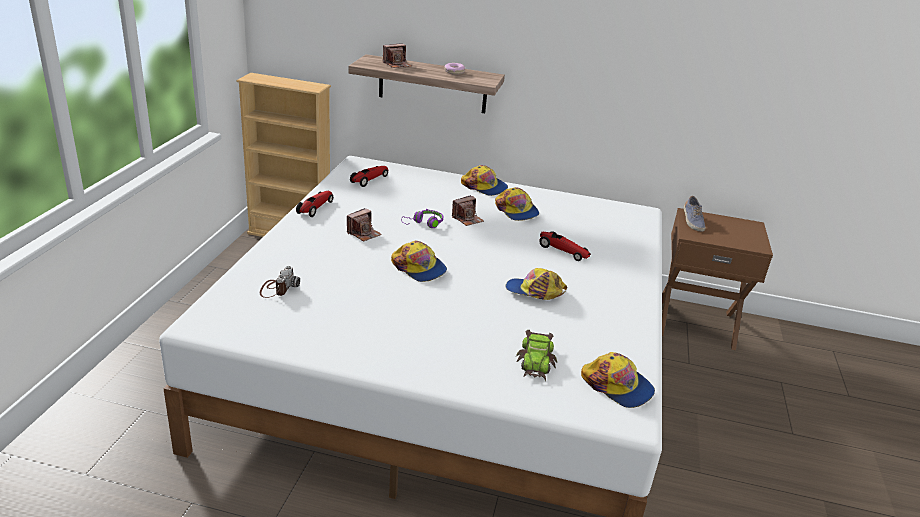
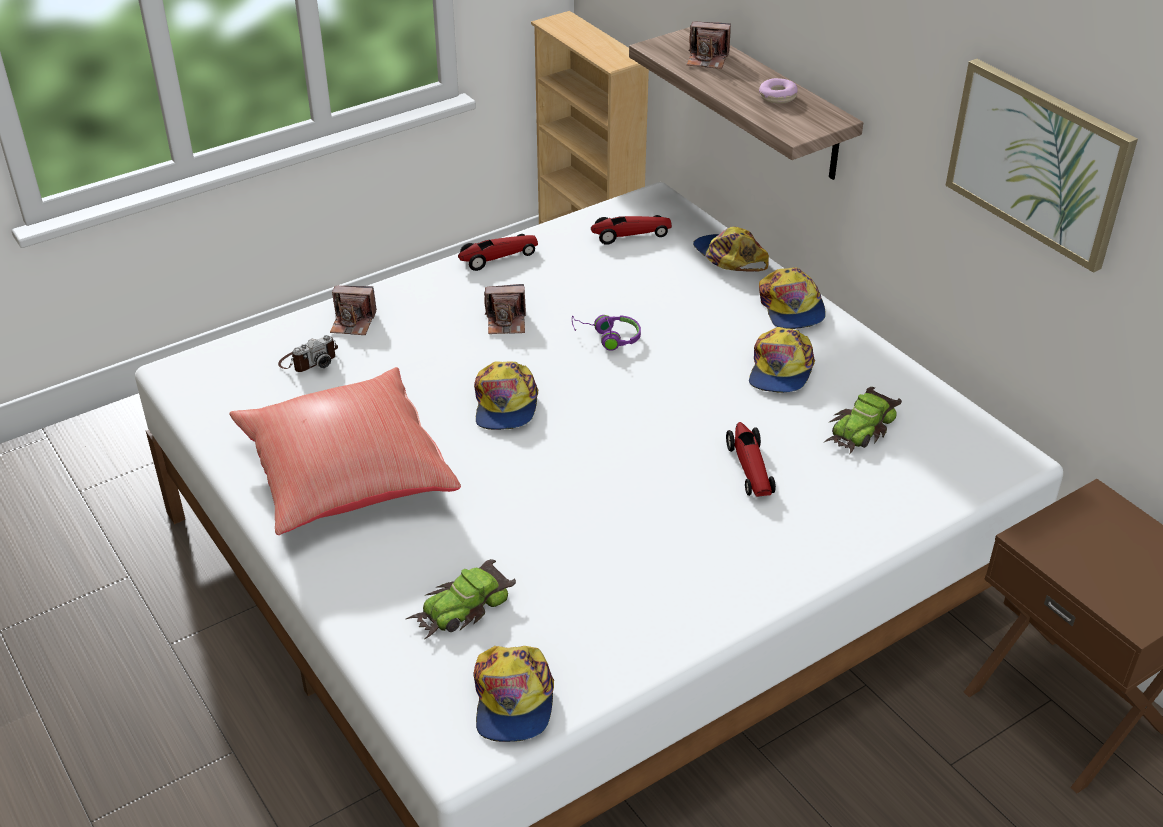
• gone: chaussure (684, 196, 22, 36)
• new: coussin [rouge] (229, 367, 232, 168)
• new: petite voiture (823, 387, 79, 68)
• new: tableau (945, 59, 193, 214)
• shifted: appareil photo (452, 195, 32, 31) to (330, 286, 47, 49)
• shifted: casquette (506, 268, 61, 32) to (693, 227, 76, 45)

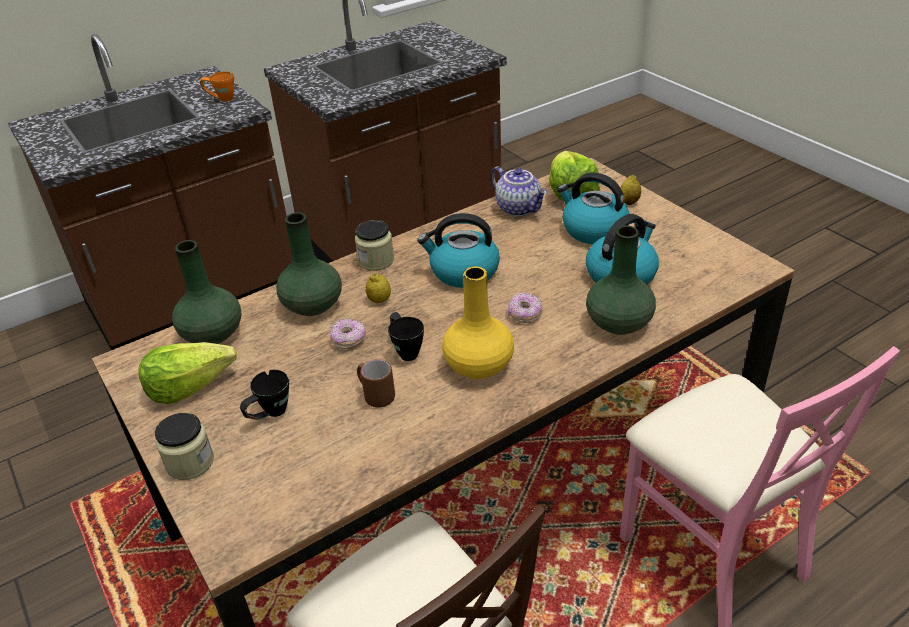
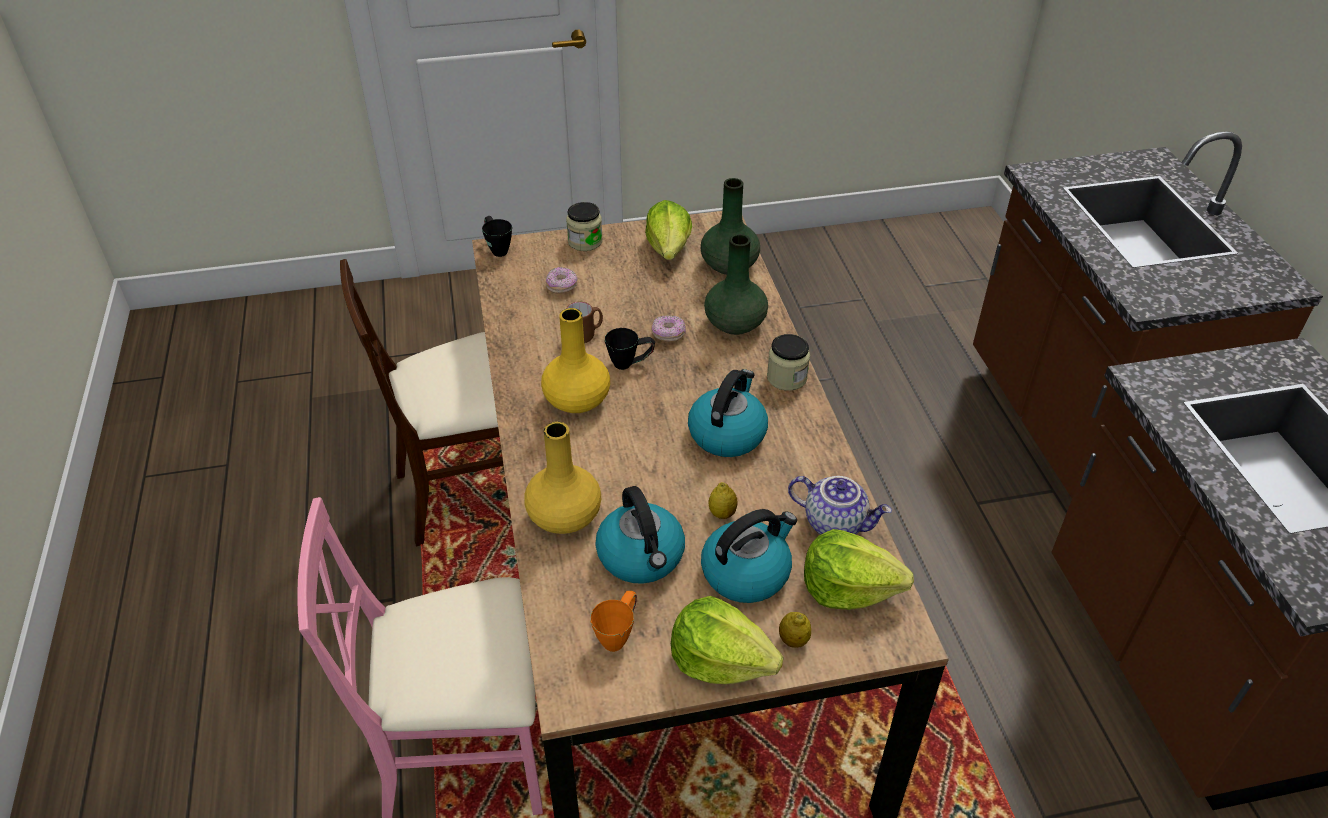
• new: laitue (671, 596, 112, 88)
• shifted: mug [orange] (199, 71, 35, 31) to (590, 591, 47, 61)
• shifted: mug [noir] (240, 370, 49, 50) to (482, 216, 30, 41)
• shifted: citron (366, 273, 25, 30) to (708, 482, 30, 37)
• shifted: beignet (508, 293, 35, 30) to (546, 267, 32, 27)
• repainted: vase [vert] (586, 226, 70, 109) to vase [jaune] (524, 422, 77, 112)
• rotated: théière (491, 166, 57, 50) = (788, 476, 104, 59) 135 degrees counterclockwise

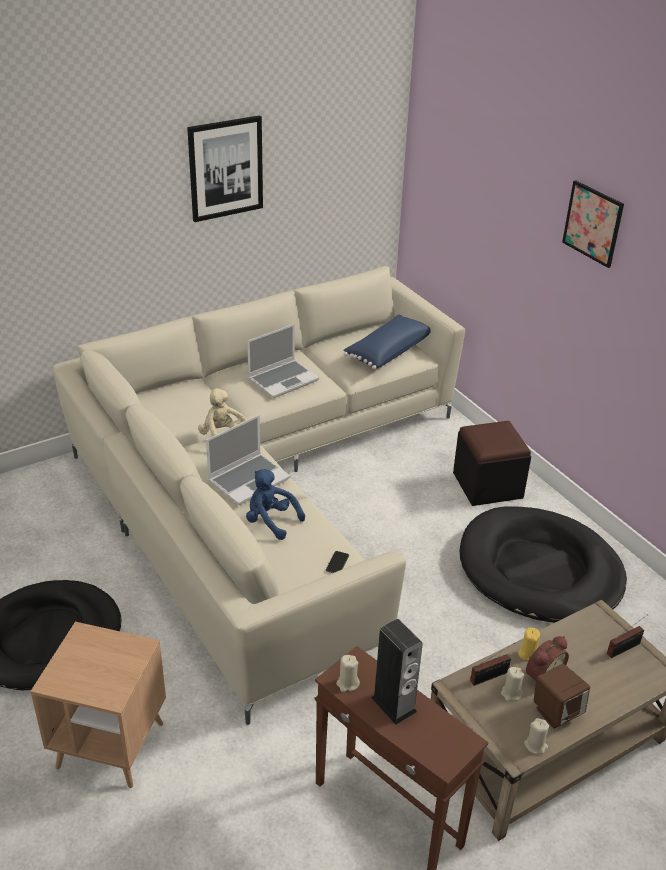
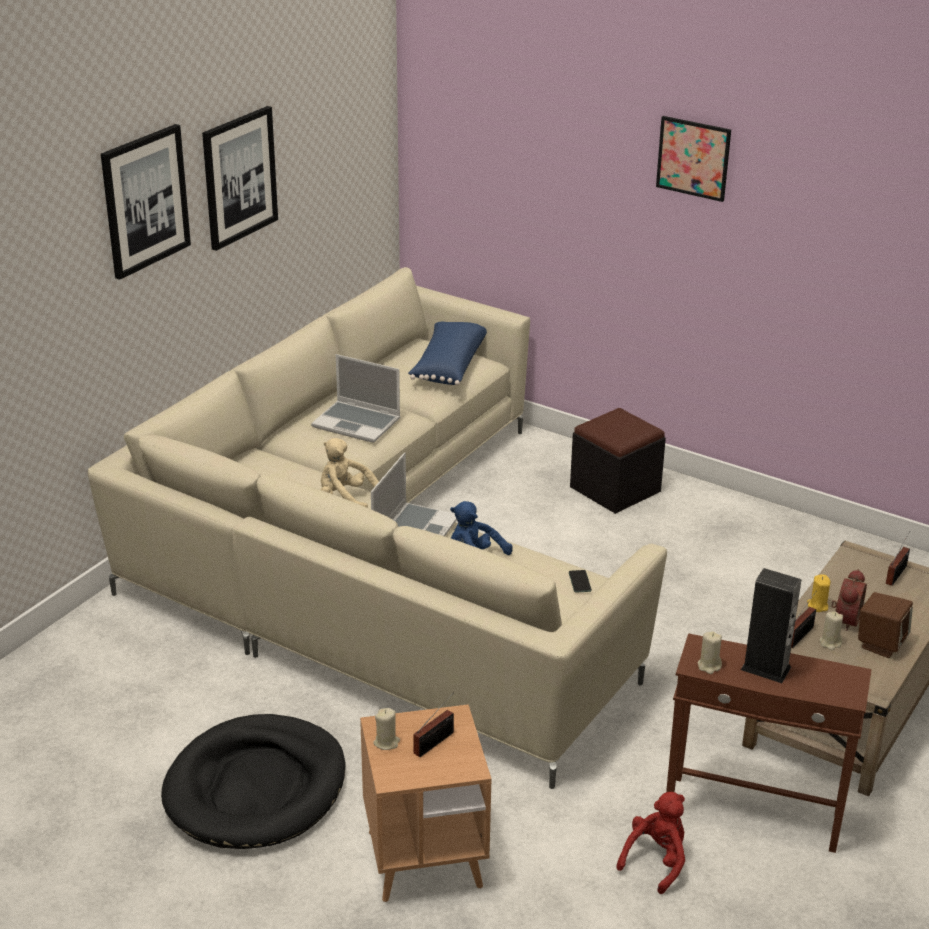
• gone: panier pour chien [noir] (460, 507, 167, 116)
• new: tableau (101, 124, 90, 156)
• new: radio (413, 692, 41, 65)
• new: peluche [rouge] (616, 792, 69, 102)
• shifted: bougie [beige] (524, 718, 25, 36) to (373, 708, 27, 42)
• rotated: ordinateur portable (247, 324, 72, 74) = (311, 354, 89, 89) 90 degrees clockwise

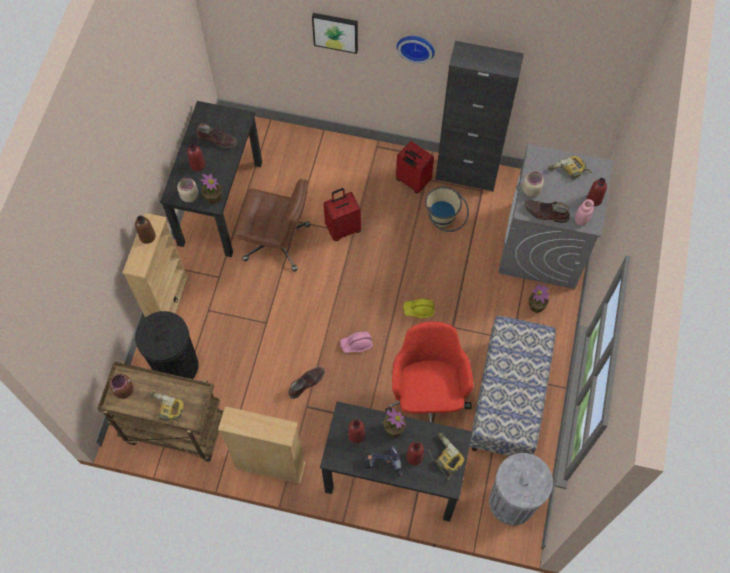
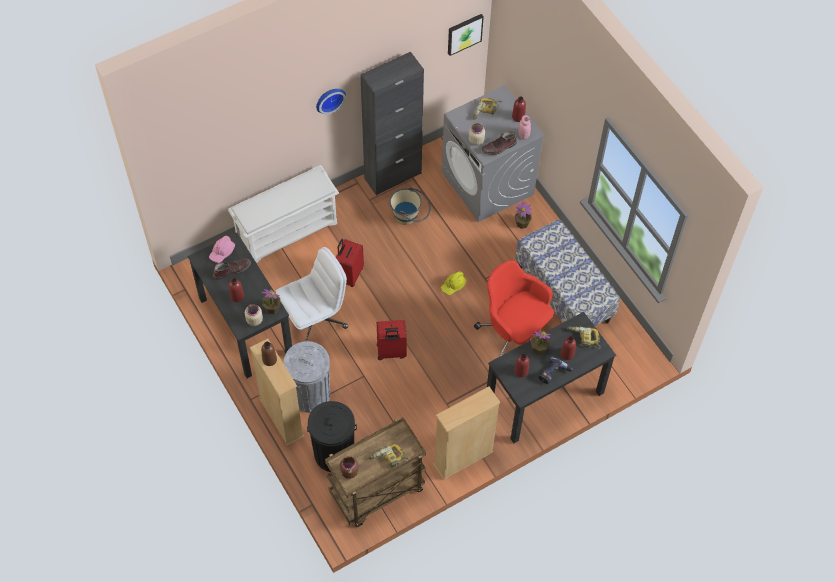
• gone: botte [marron] (288, 367, 37, 32)
• new: étagère à chaussures [blanc] (228, 165, 111, 98)
• shifted: tableau (312, 13, 46, 41) to (448, 14, 36, 42)
• shifted: casque de chantier [rose] (340, 332, 33, 21) to (209, 236, 26, 27)
• shifted: valise [rouge] (396, 141, 38, 52) to (377, 320, 30, 40)
• shifted: poubelle [gris] (489, 453, 64, 72) to (284, 341, 46, 72)
• repainted: chaise de bureau [marron] (235, 179, 75, 92) to chaise de bureau [blanc] (276, 247, 72, 94)

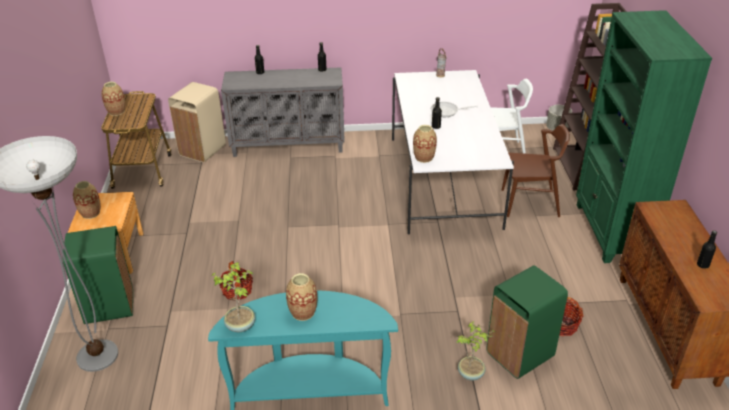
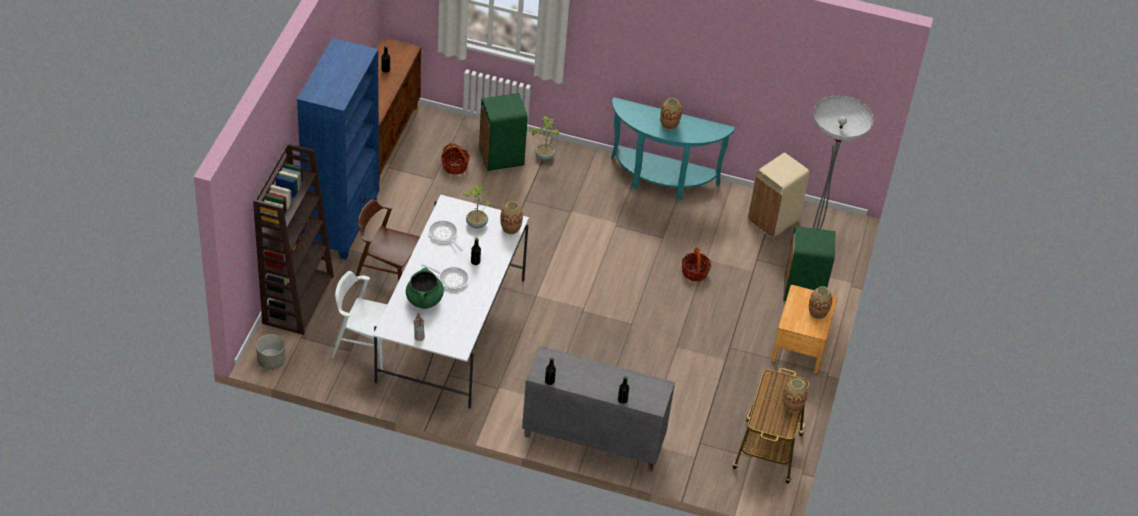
• new: marmite [vert] (406, 267, 38, 42)
• new: poêle (428, 220, 34, 31)
• shifted: poubelle [beige] (168, 82, 58, 80) to (748, 153, 62, 85)
• shifted: plante en pot (211, 262, 44, 70) to (463, 182, 28, 47)
• repainted: bibliothèque [vert] (576, 10, 136, 253) to bibliothèque [bleu] (297, 38, 82, 222)

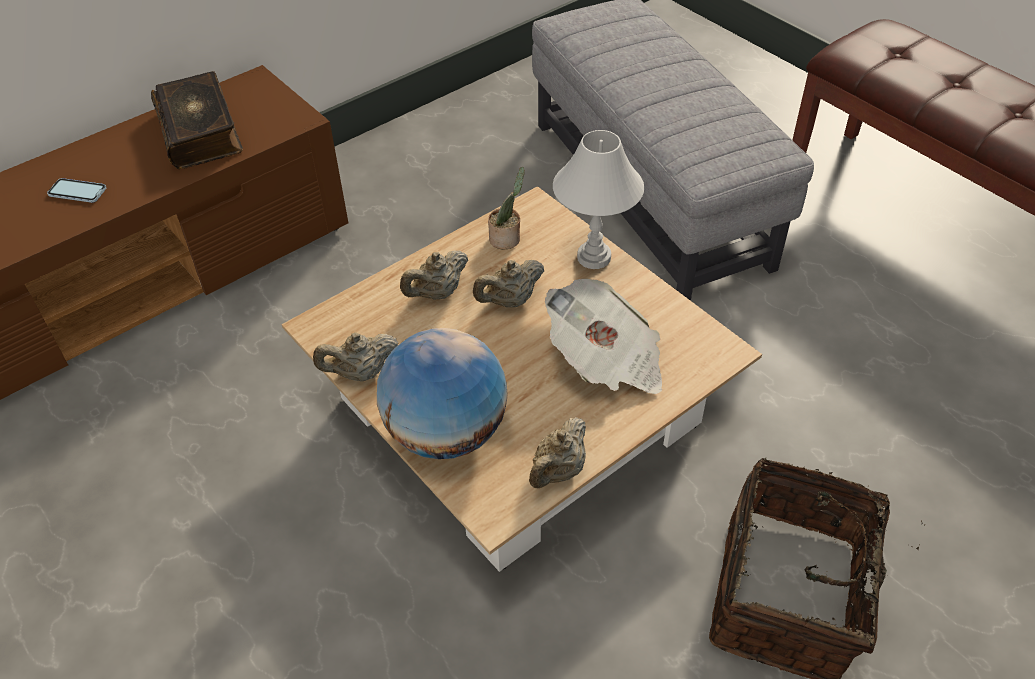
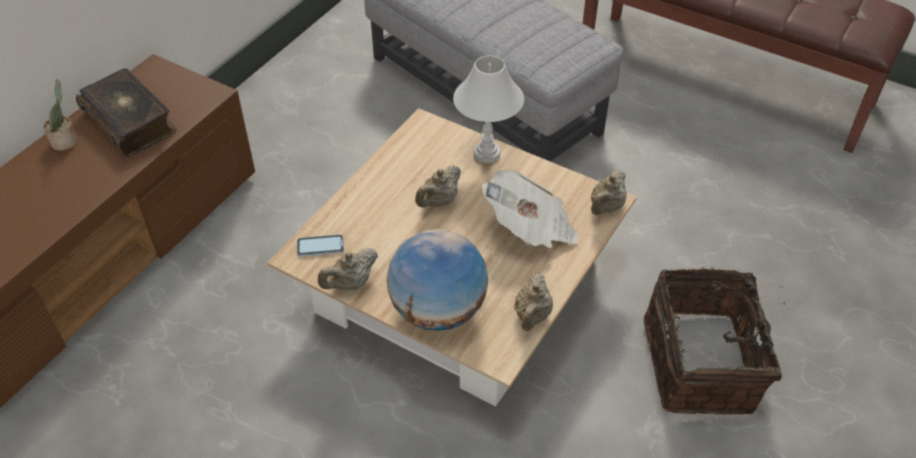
• shifted: téléphone (47, 178, 59, 25) to (297, 235, 47, 22)
• shifted: théière [beige] (400, 250, 68, 50) to (591, 170, 36, 45)
• shifted: plante en pot (488, 167, 37, 82) to (43, 79, 35, 72)

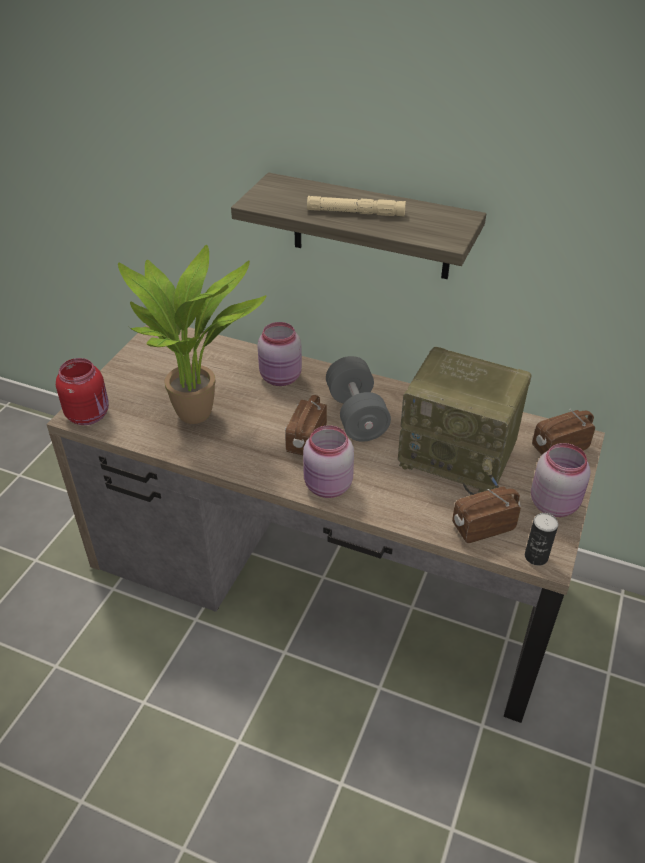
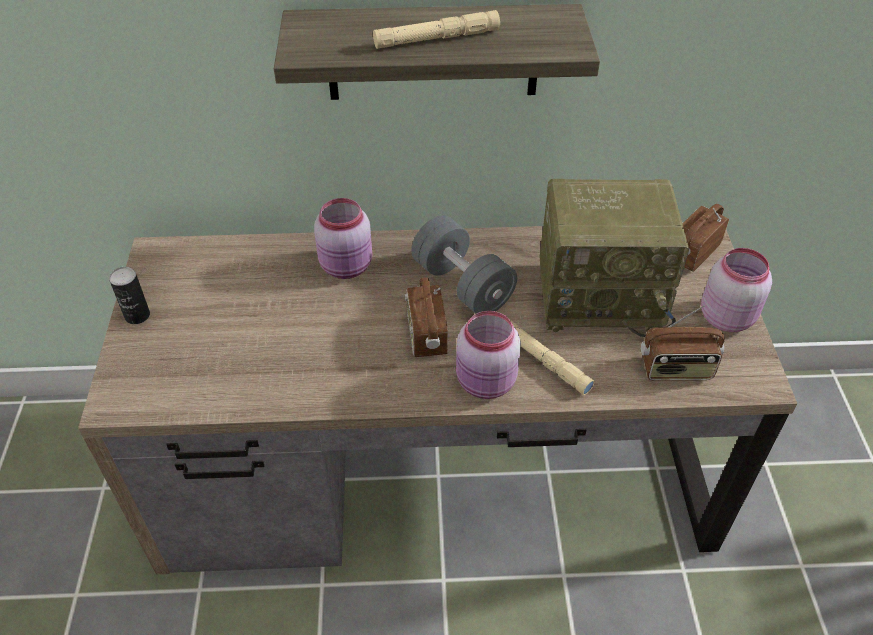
• gone: bocal [rouge] (56, 358, 53, 67)
• gone: plante en pot (118, 245, 148, 179)
• new: lampe de poche [beige] (509, 319, 86, 76)
• shifted: boîte métallique (525, 513, 33, 53) to (109, 267, 41, 57)
• rotated: radio (452, 487, 69, 56) = (641, 305, 84, 76) 135 degrees counterclockwise

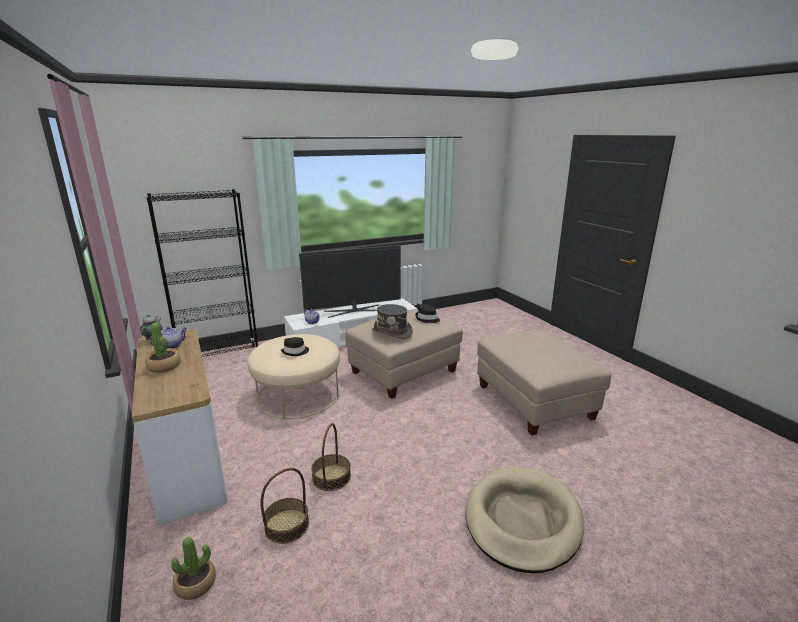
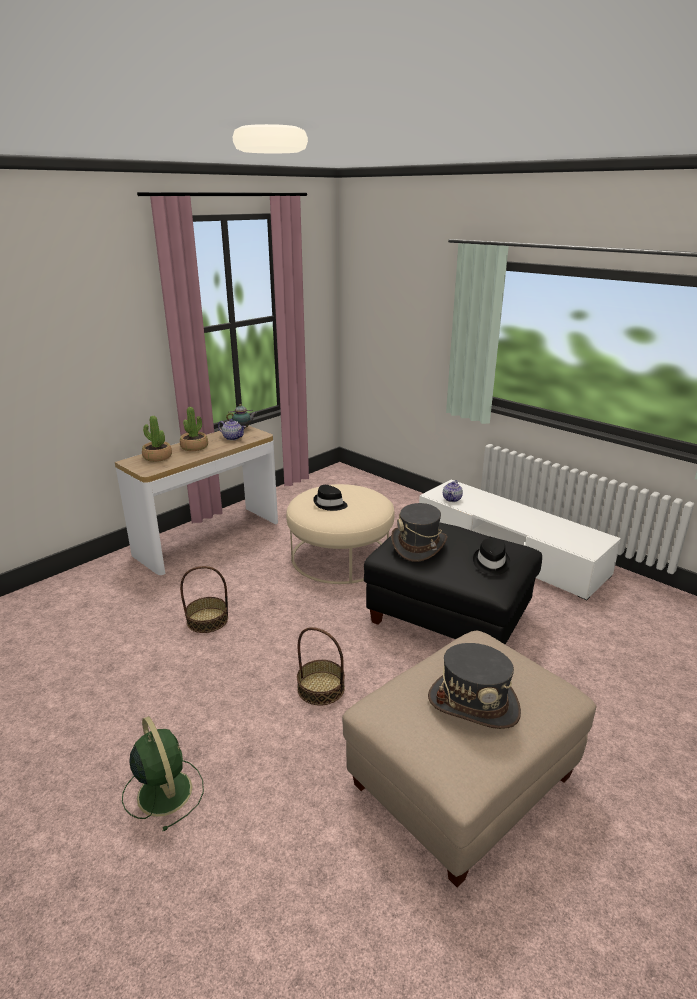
• gone: bibliothèque [noir] (147, 189, 111, 168)
• gone: téléviseur (299, 245, 102, 73)
• new: chapeau [gris] (428, 643, 93, 86)
• shifted: plante en pot (171, 537, 45, 63) to (142, 416, 30, 46)
• shifted: panier (260, 468, 49, 76) to (297, 627, 48, 79)
• swapped: panier pour chien [beige] (465, 467, 120, 106) to ventilateur [vert] (122, 716, 82, 115)
• repainted: pouf [beige] (345, 309, 118, 90) to pouf [noir] (364, 522, 178, 122)

